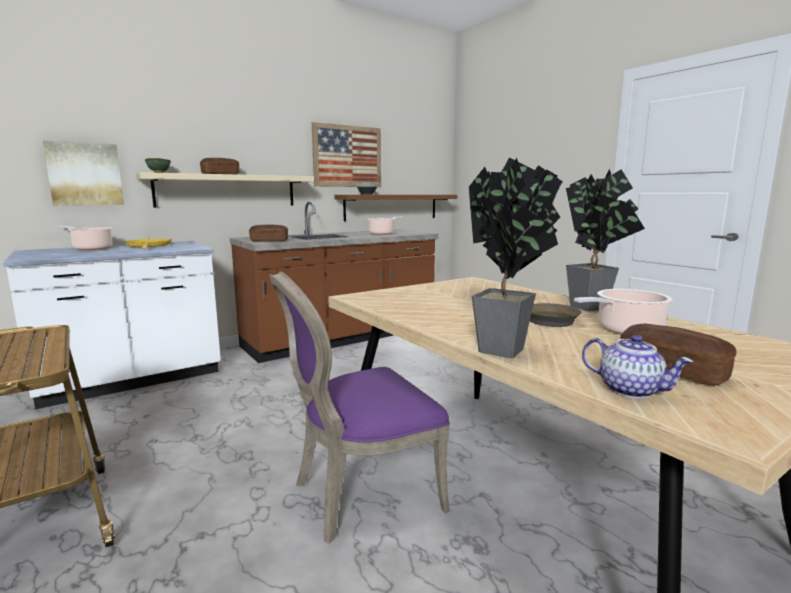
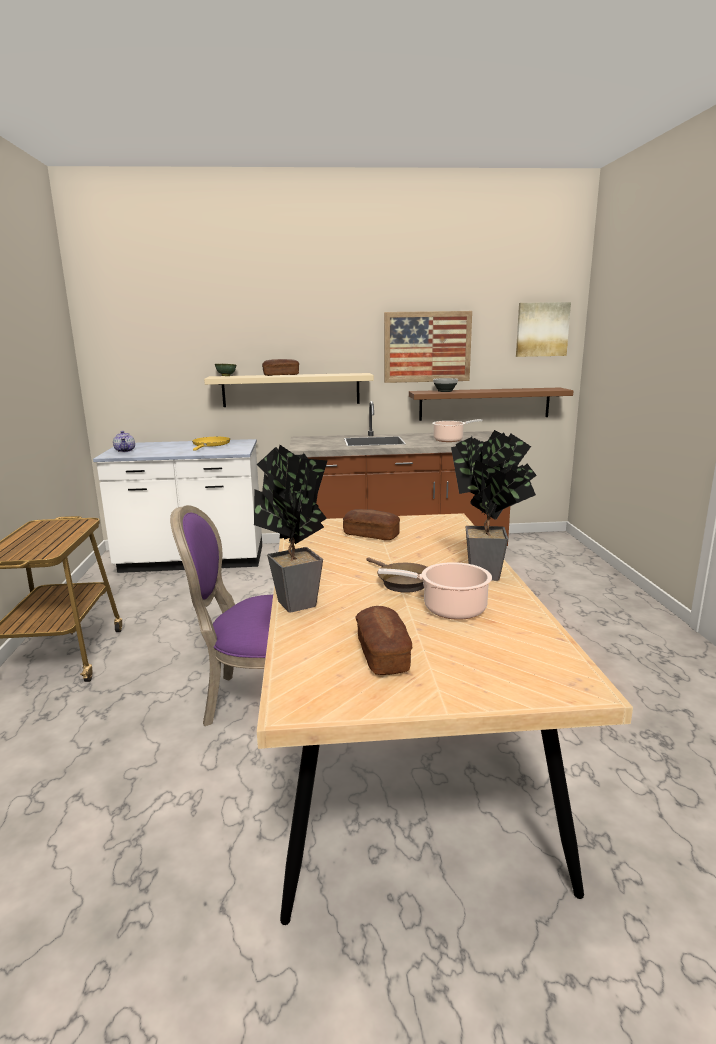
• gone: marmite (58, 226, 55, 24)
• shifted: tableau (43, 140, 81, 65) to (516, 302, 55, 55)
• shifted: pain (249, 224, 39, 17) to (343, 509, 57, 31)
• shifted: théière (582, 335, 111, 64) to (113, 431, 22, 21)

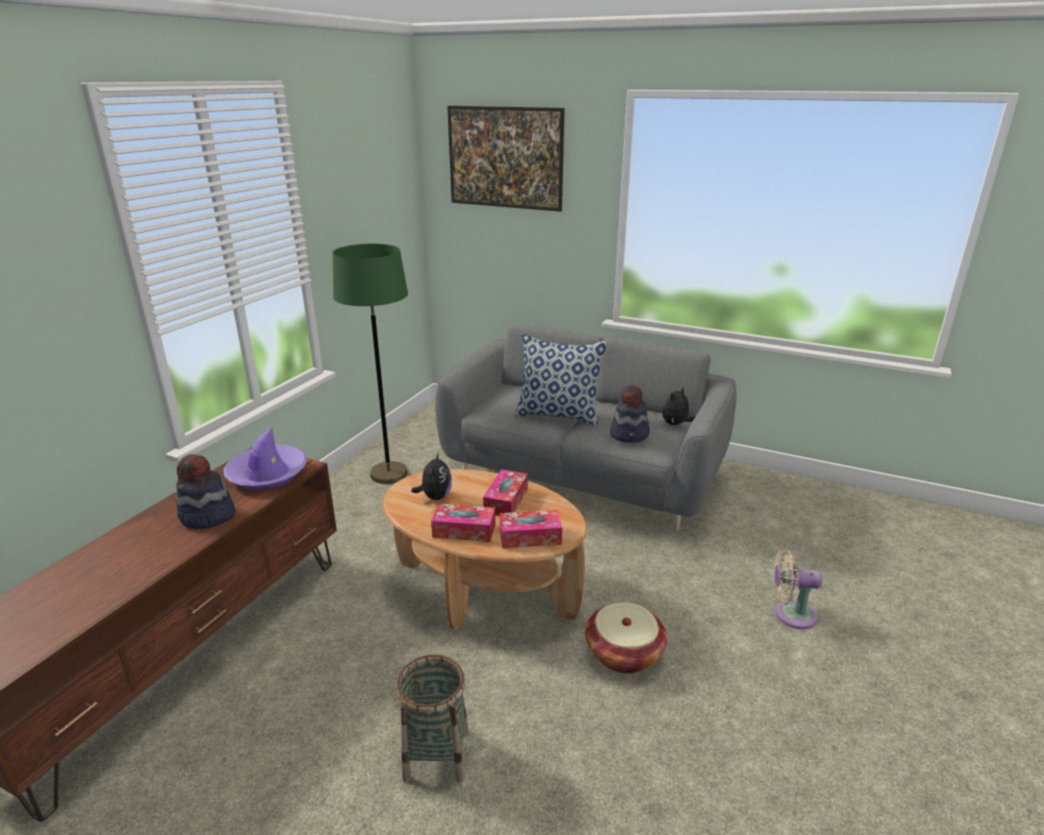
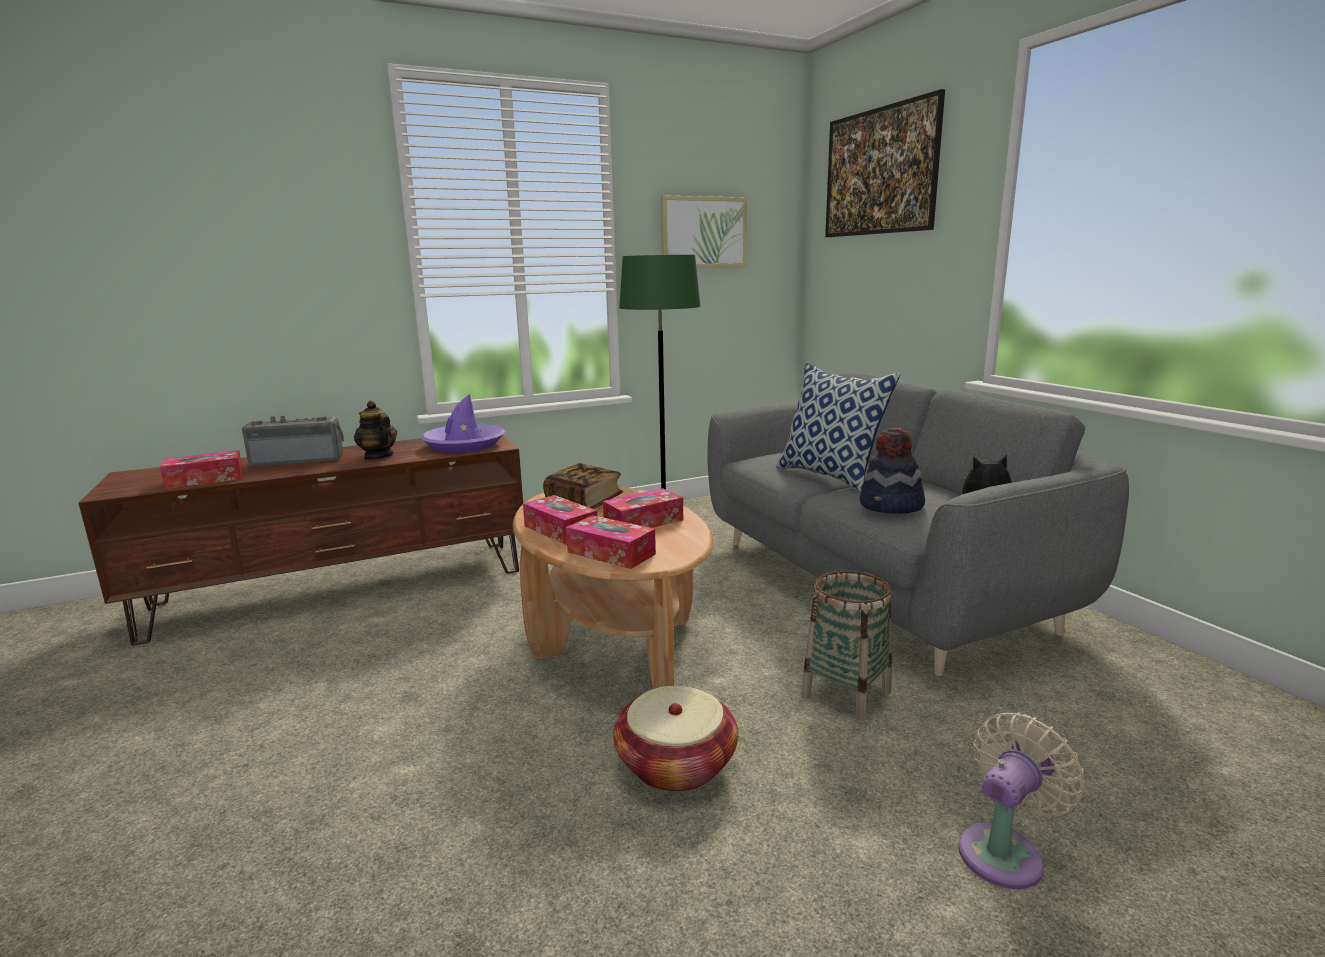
• new: boîte à mouchoirs (160, 450, 83, 39)
• new: radio (242, 416, 102, 51)
• new: tableau (661, 195, 86, 73)
• shifted: panier (396, 654, 73, 129) to (801, 571, 91, 150)
• swapped: chapeau (176, 454, 59, 75) to théière (354, 401, 43, 59)
• swapped: peluche (411, 452, 41, 48) to livre (543, 463, 80, 46)
• rotated: ventilateur [beige] (773, 549, 49, 80) = (958, 712, 127, 177) 90 degrees clockwise

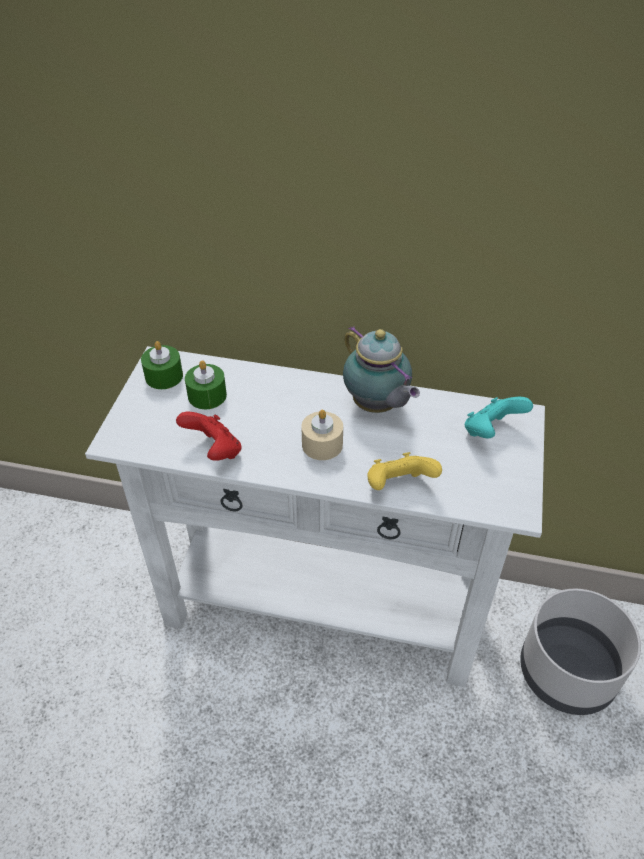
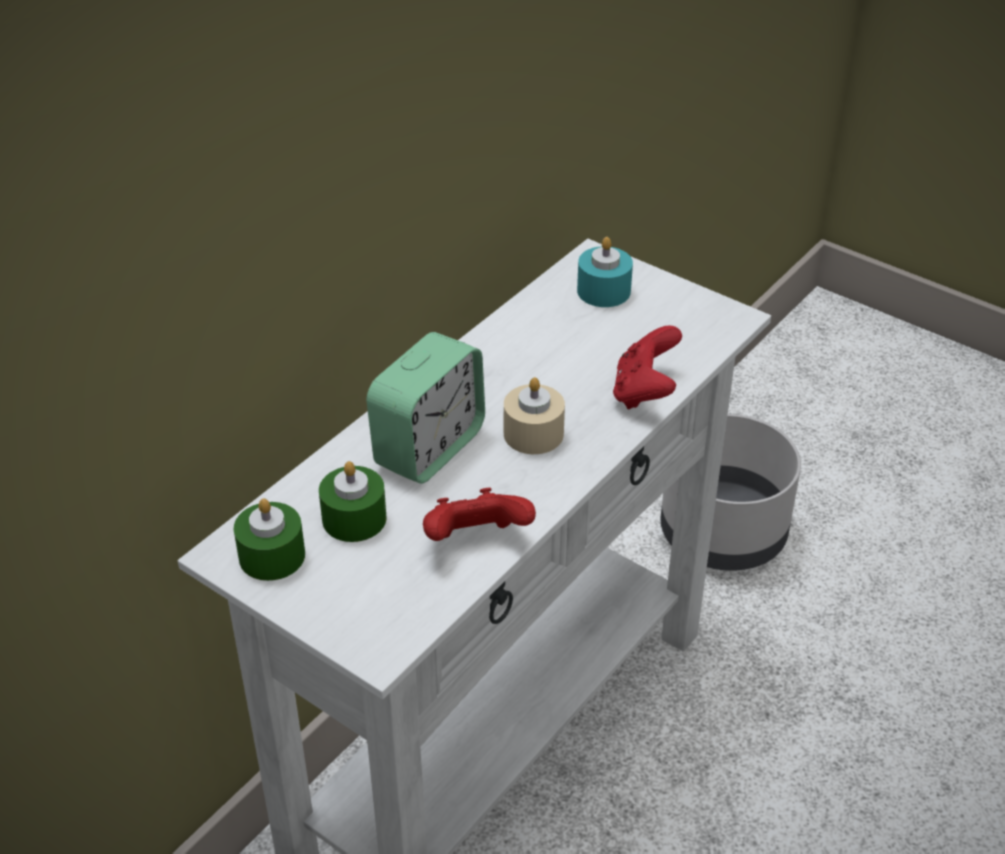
• gone: théière (343, 326, 77, 87)
• new: réveil (366, 332, 119, 152)
• swapped: manette [turquoise] (465, 397, 68, 41) to bougie [turquoise] (577, 237, 56, 70)
• repainted: manette [jaune] (367, 452, 75, 38) to manette [rouge] (613, 325, 69, 84)

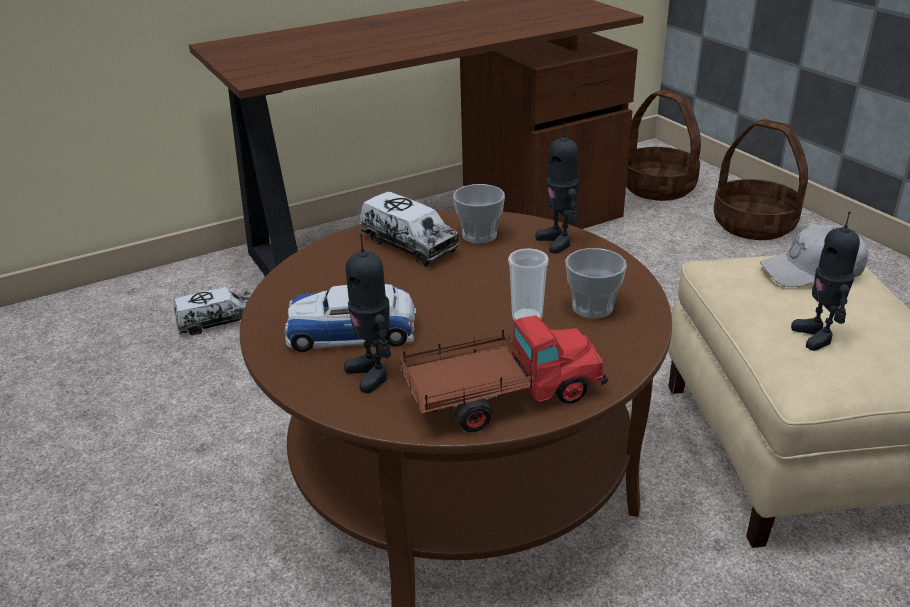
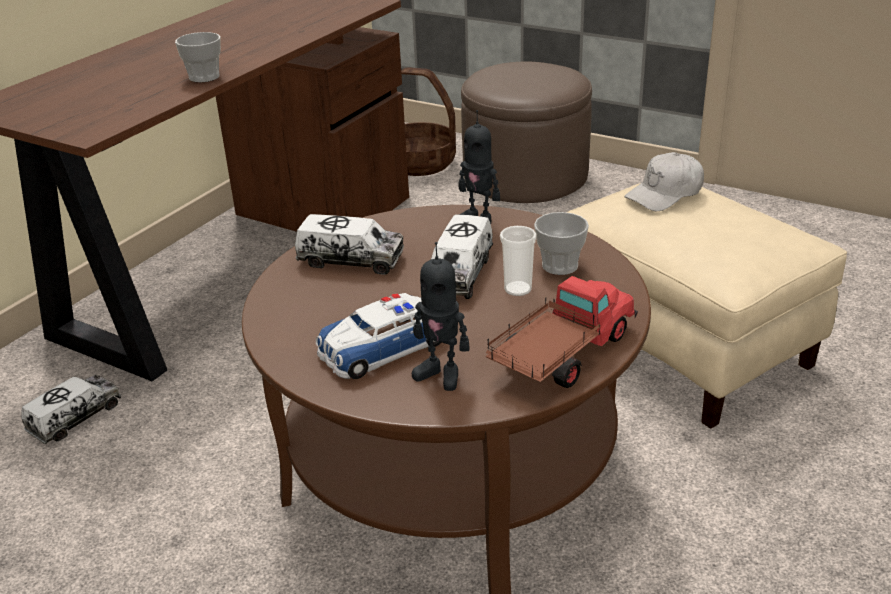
• gone: robot jouet (791, 212, 69, 139)
• new: camion jouet (431, 214, 62, 85)
• shifted: tasse (453, 184, 52, 60) to (175, 32, 46, 50)
• swapped: panier (714, 119, 94, 121) to pouf [marron] (461, 62, 131, 141)

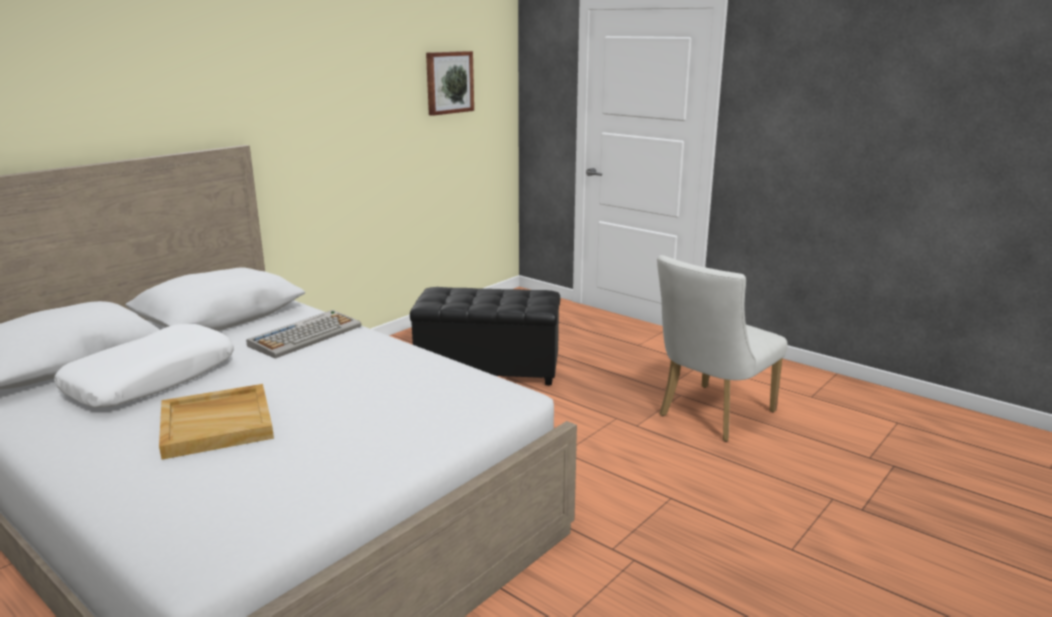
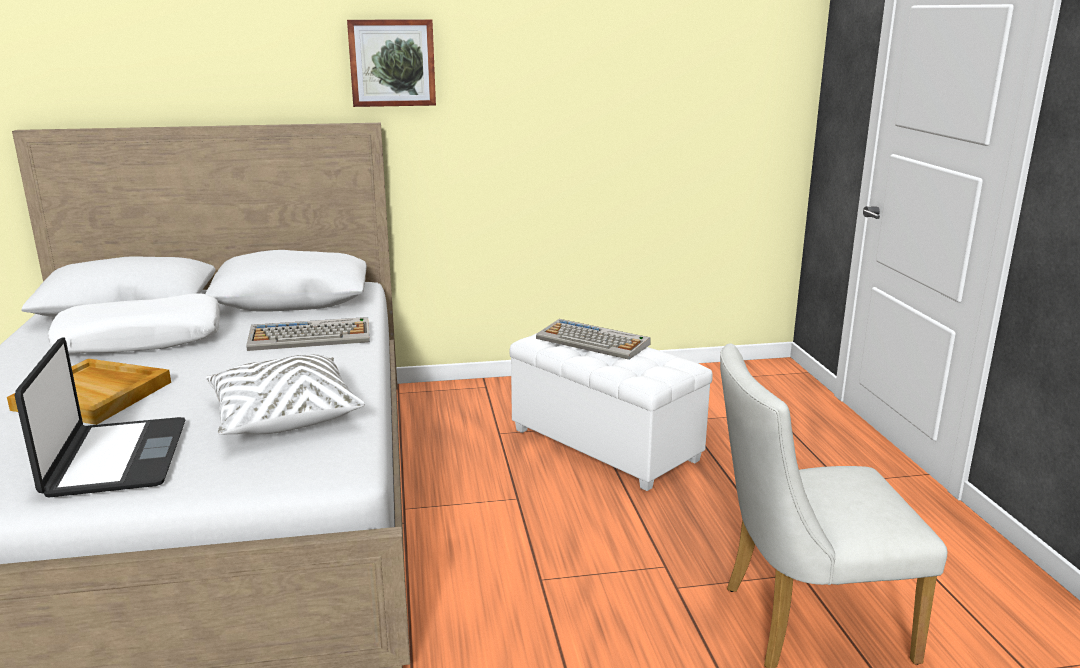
• new: ordinateur portable (14, 337, 171, 161)
• new: coussin [blanc] (205, 355, 160, 80)
• new: clavier (536, 319, 115, 41)
• shifted: tableau (426, 51, 48, 65) to (347, 20, 89, 87)
• repainted: pouf [noir] (410, 287, 150, 98) to pouf [blanc] (510, 333, 203, 158)

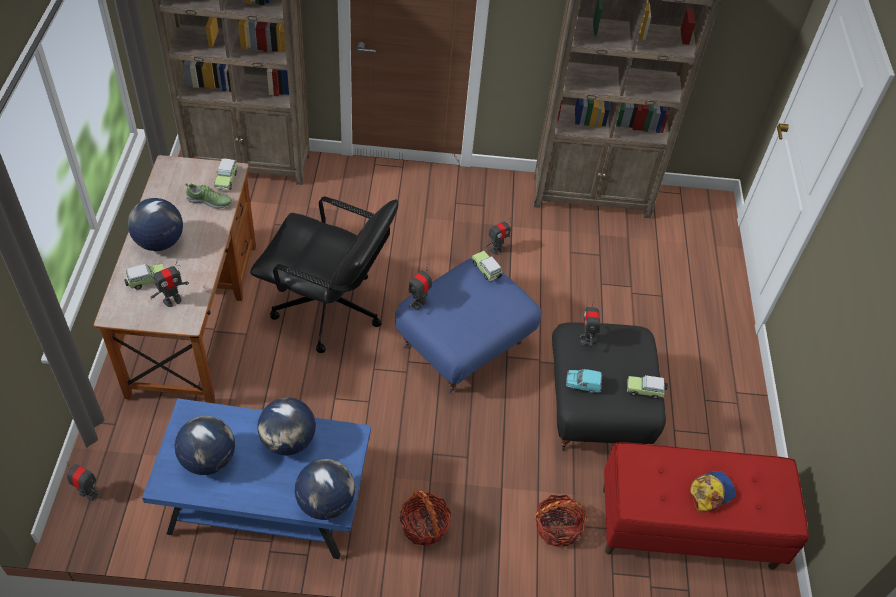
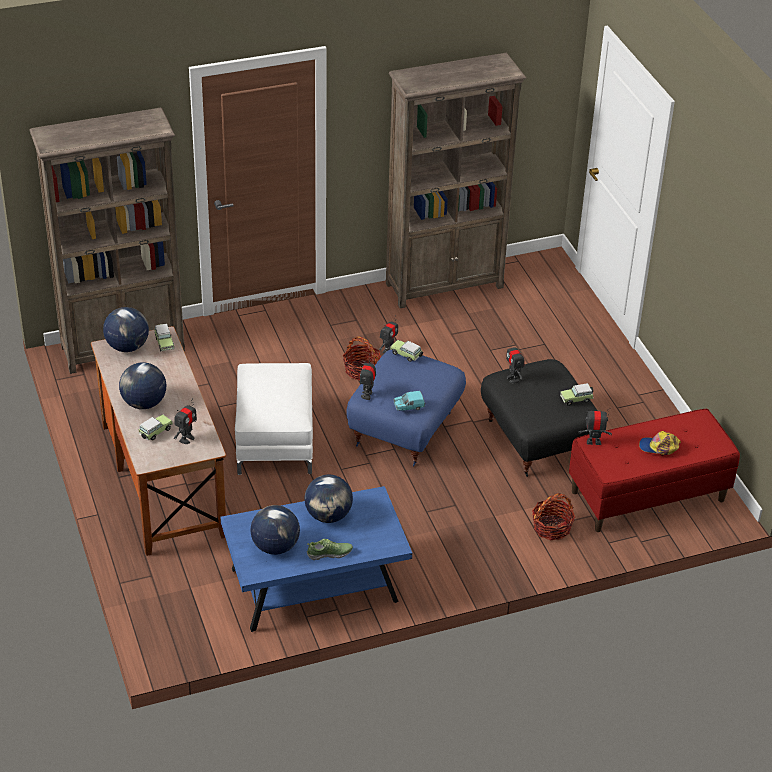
• shifted: robot jouet (66, 462, 35, 39) to (579, 408, 33, 37)
• shifted: chaussure (185, 183, 47, 26) to (307, 539, 46, 21)
• shifted: globe (295, 459, 60, 61) to (103, 307, 46, 45)
• shifted: panier (400, 490, 51, 56) to (343, 336, 38, 45)
• shifted: petite voiture [turquoise] (566, 369, 36, 24) to (393, 391, 32, 20)
• swapped: chaise de bureau [noir] (250, 196, 148, 157) to pouf [blanc] (235, 363, 78, 112)
• rotated: casquette (690, 471, 46, 42) = (639, 431, 42, 24) 120 degrees counterclockwise

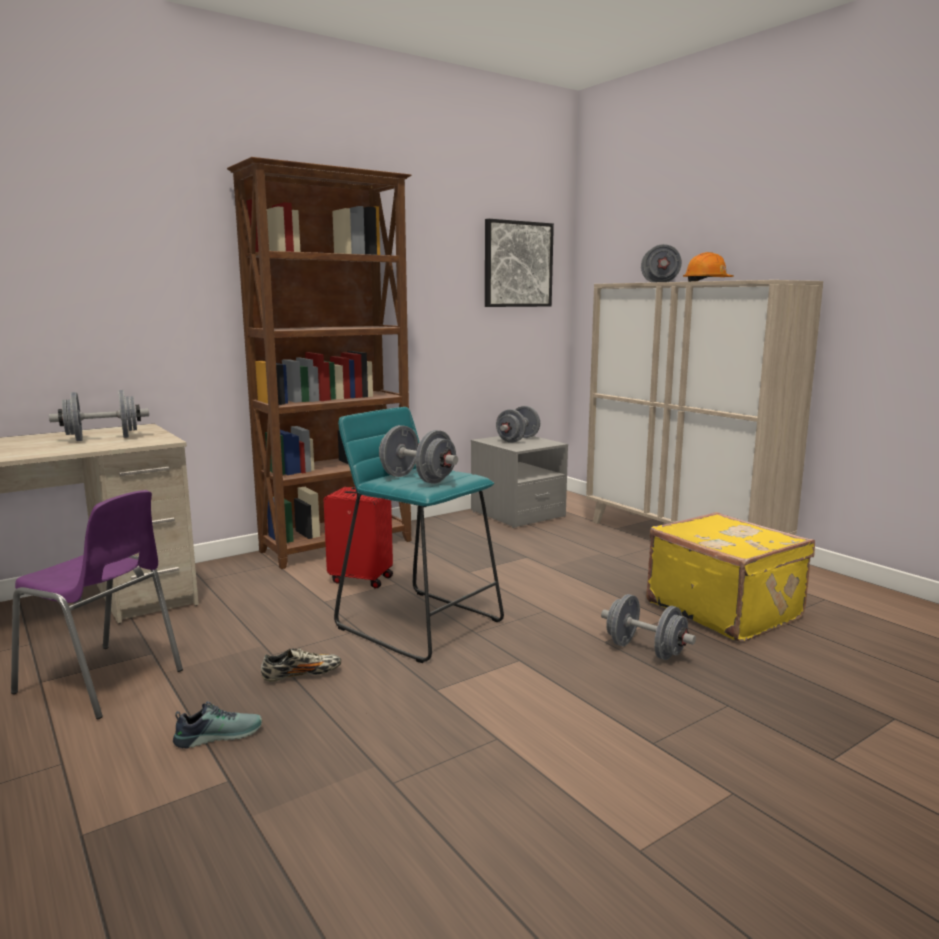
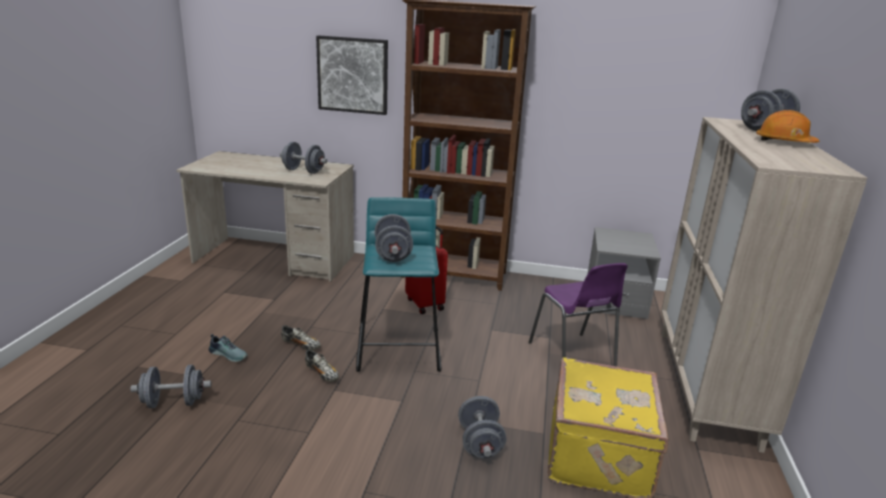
• new: chaussure (305, 349, 34, 33)
• shifted: chaise [violet] (11, 490, 172, 229) to (529, 263, 99, 104)
• shifted: tableau (485, 219, 69, 88) to (316, 35, 72, 80)
• shifted: haltère [gris] (496, 406, 44, 37) to (130, 365, 81, 43)

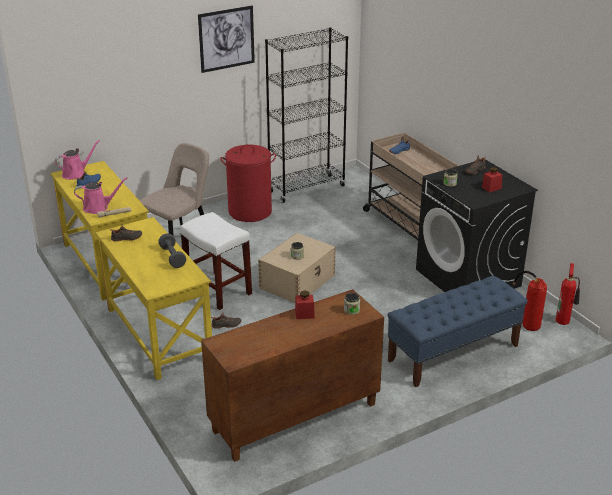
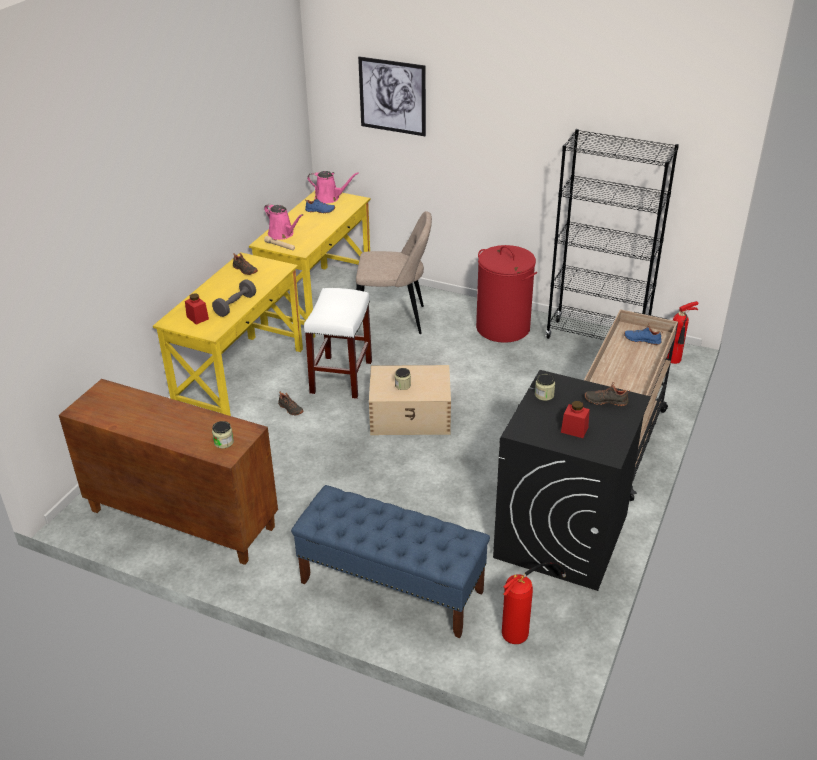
• shifted: tableau (198, 6, 57, 67) to (358, 56, 68, 80)
• shifted: bocal [rouge] (295, 290, 20, 29) to (185, 293, 24, 32)
• shifted: extincteur (556, 263, 24, 62) to (667, 301, 31, 63)

